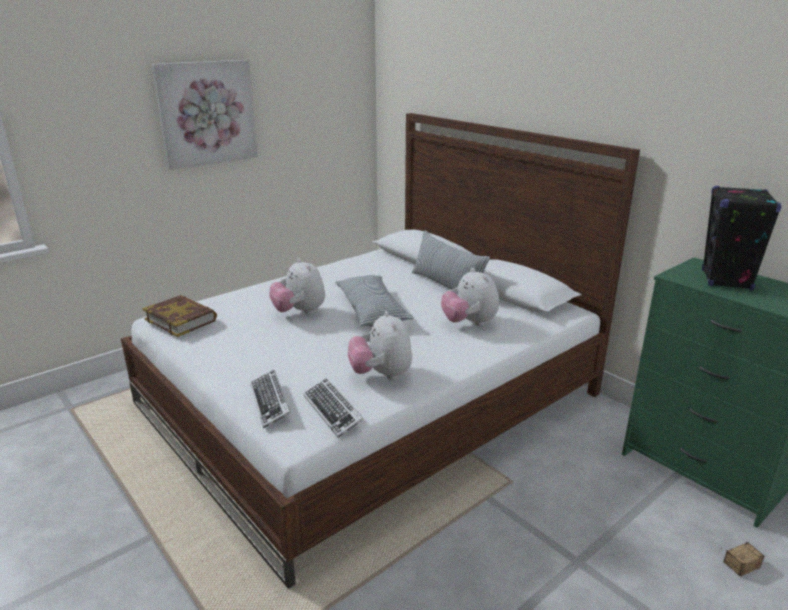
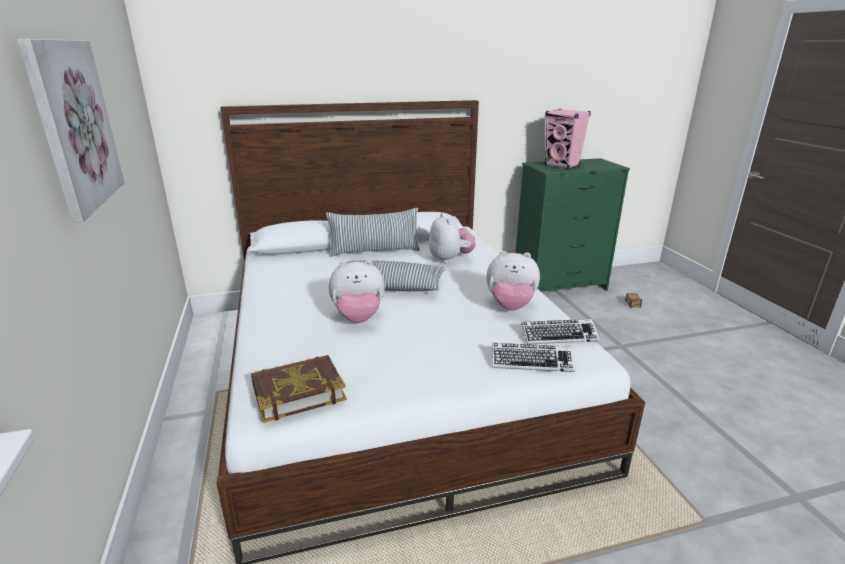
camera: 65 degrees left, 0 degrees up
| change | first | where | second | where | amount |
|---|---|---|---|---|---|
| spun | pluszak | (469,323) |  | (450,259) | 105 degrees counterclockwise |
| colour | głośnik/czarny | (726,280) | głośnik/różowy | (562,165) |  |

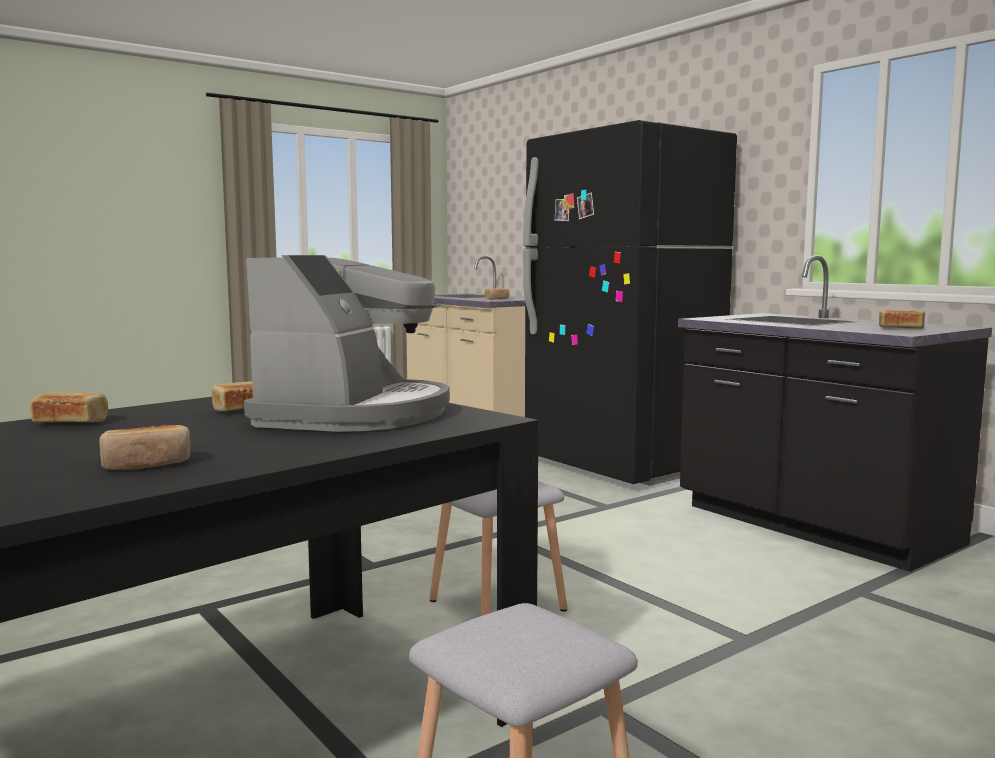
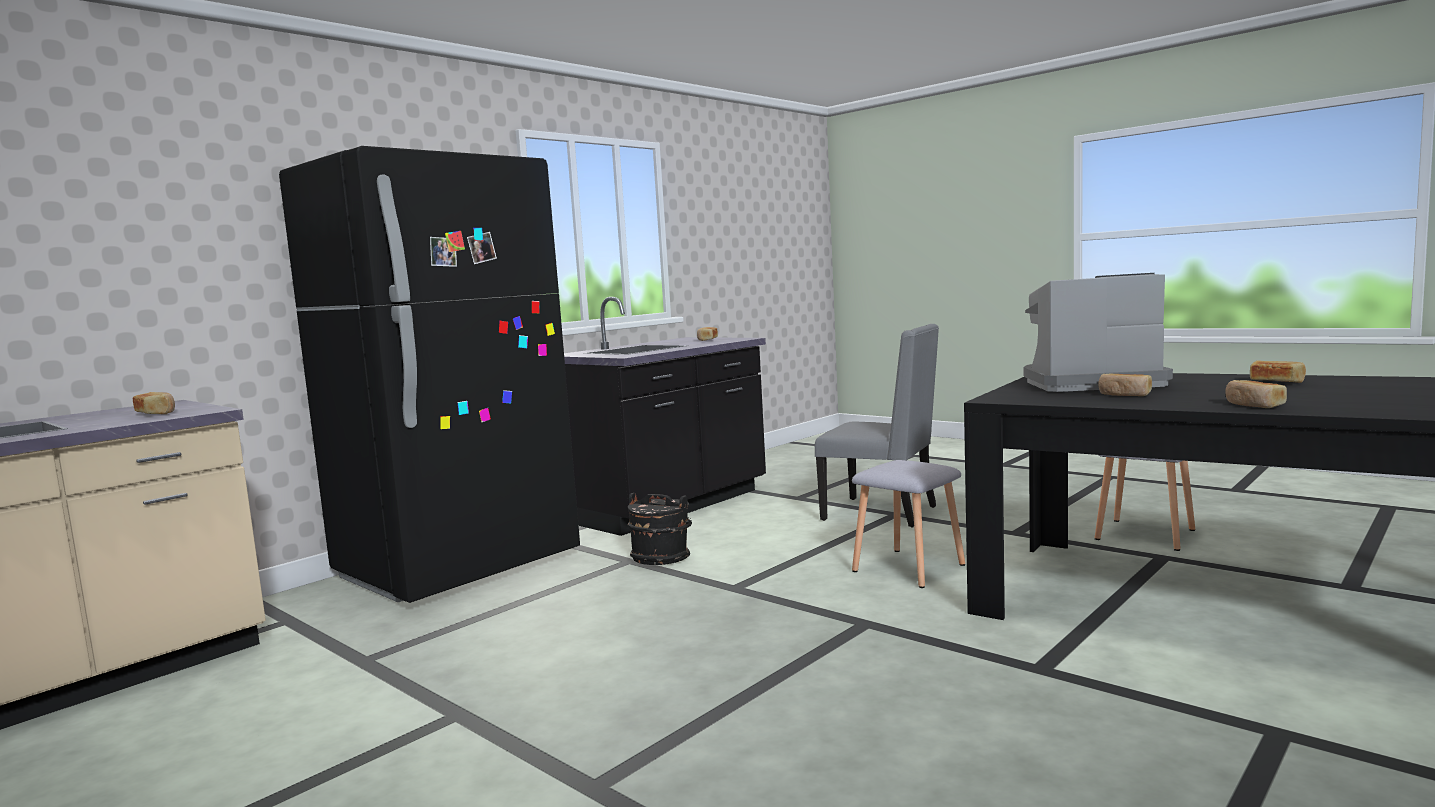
camera: 100 degrees left, 0 degrees up
| change | first | where | second | where | amount |
|---|---|---|---|---|---|
| appeared |  |  | wiadro/czarny | (661,558) |  |
| appeared |  |  | krzesło/szary | (882,513) |  |

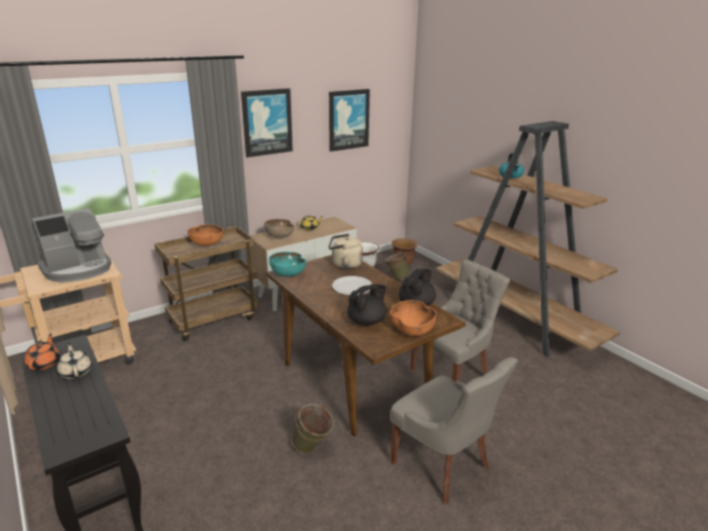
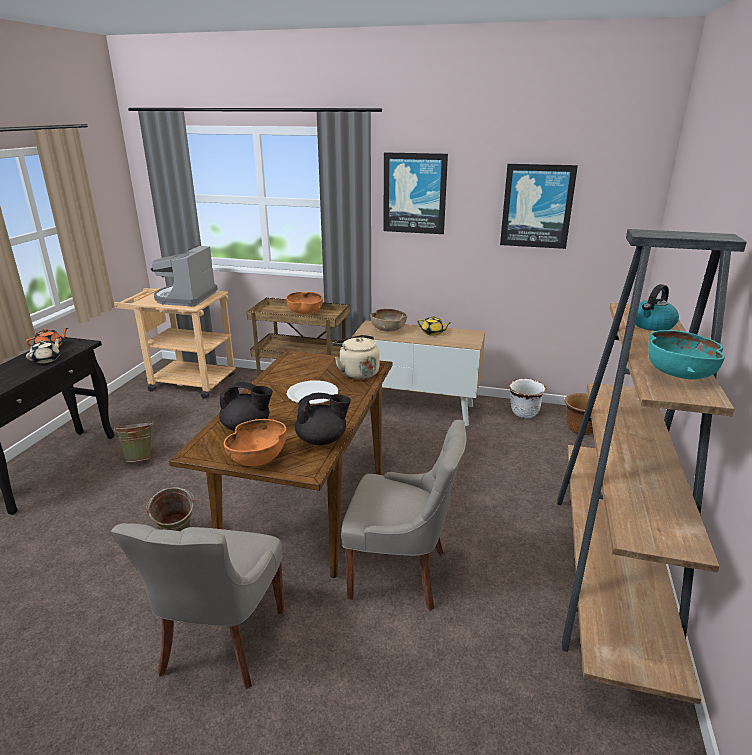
camera: 50 degrees right, 0 degrees up
| change | first | where | second | where | amount |
|---|---|---|---|---|---|
| relocated | wiadro/zielony | (396,278) |  | (140,458) |  |
| spun | ekspres do kawy | (78,269) |  | (185,298) | 90 degrees clockwise |
| relocated | miska/turkusowy | (287,274) |  | (678,374) |  |

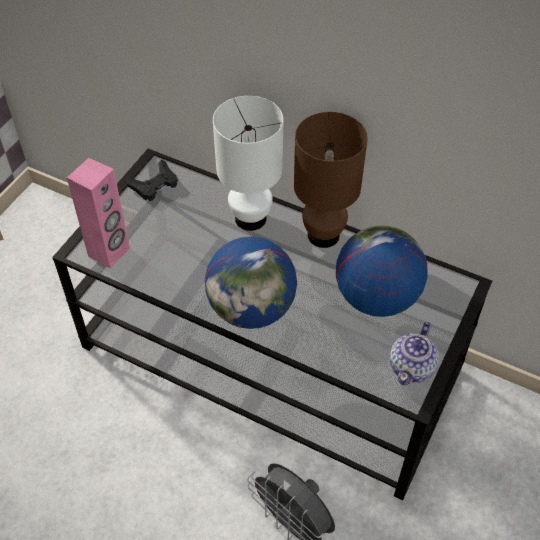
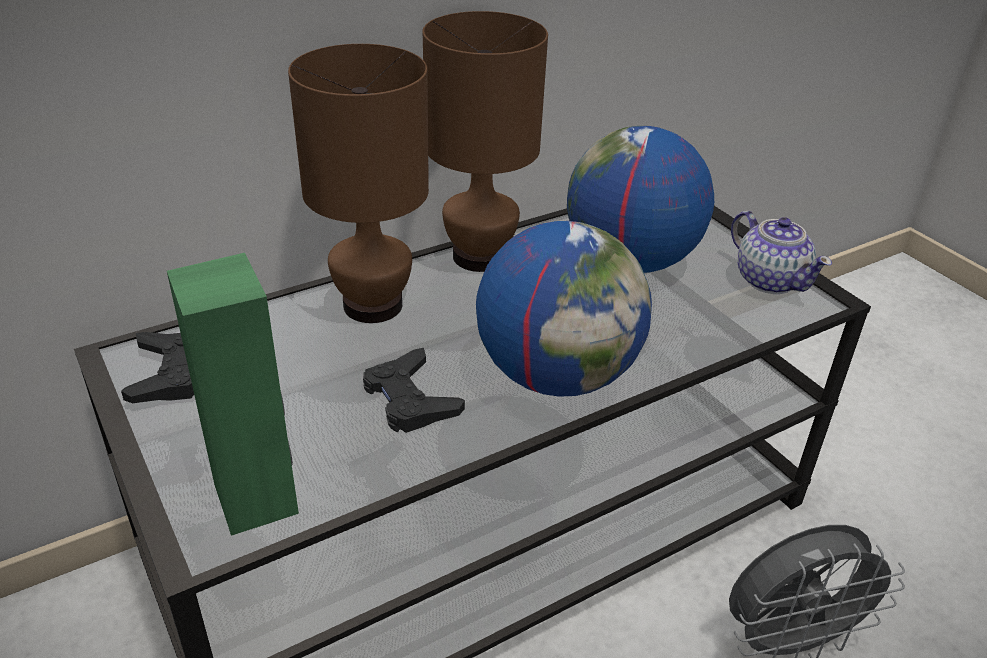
camera: 60 degrees left, 15 degrees down
| change | first | where | second | where | amount |
|---|---|---|---|---|---|
| colour | głośnik/różowy | (109,252) | głośnik/zielony | (257,498) |  |
| colour | lampa stołowa/biały | (251,218) | lampa stołowa/brązowy | (372,304) |  |
| appeared |  |  | pad do gier/czarny | (410,399) |  |

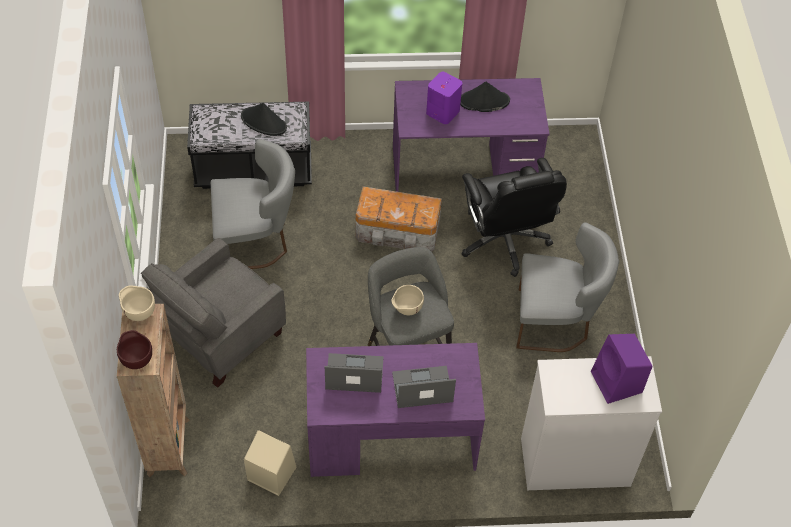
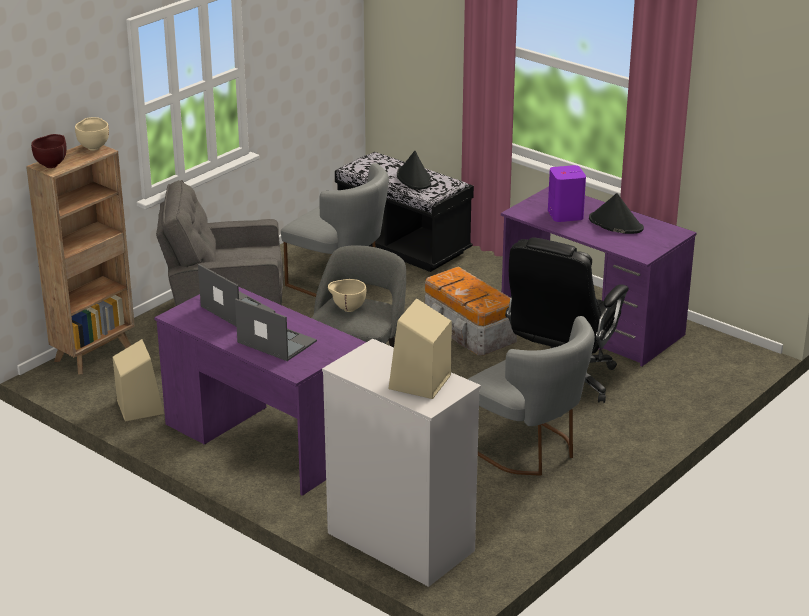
camera: 45 degrees right, 25 degrees down
| change | first | where | second | where | amount |
|---|---|---|---|---|---|
| colour | głośnik/fioletowy | (617,383) | głośnik/beżowy | (419,383) |  |

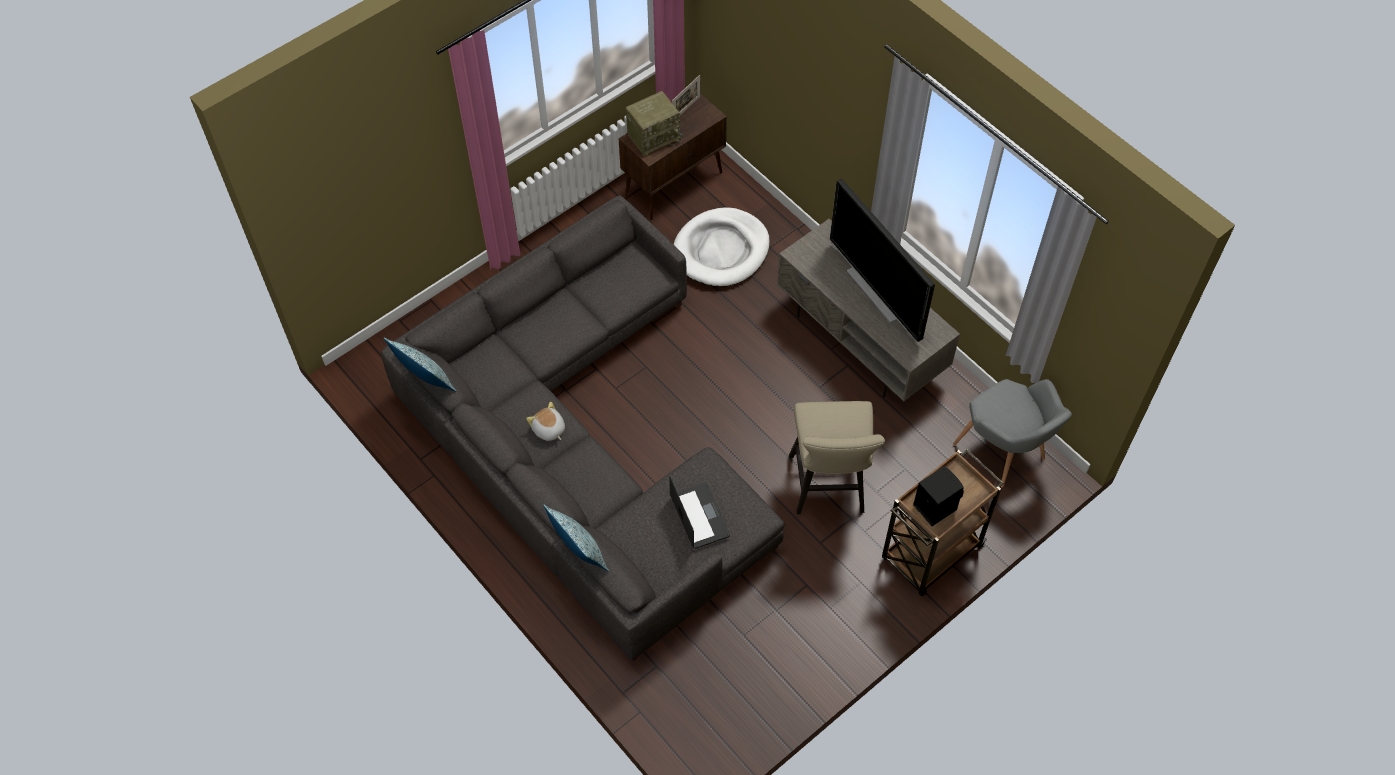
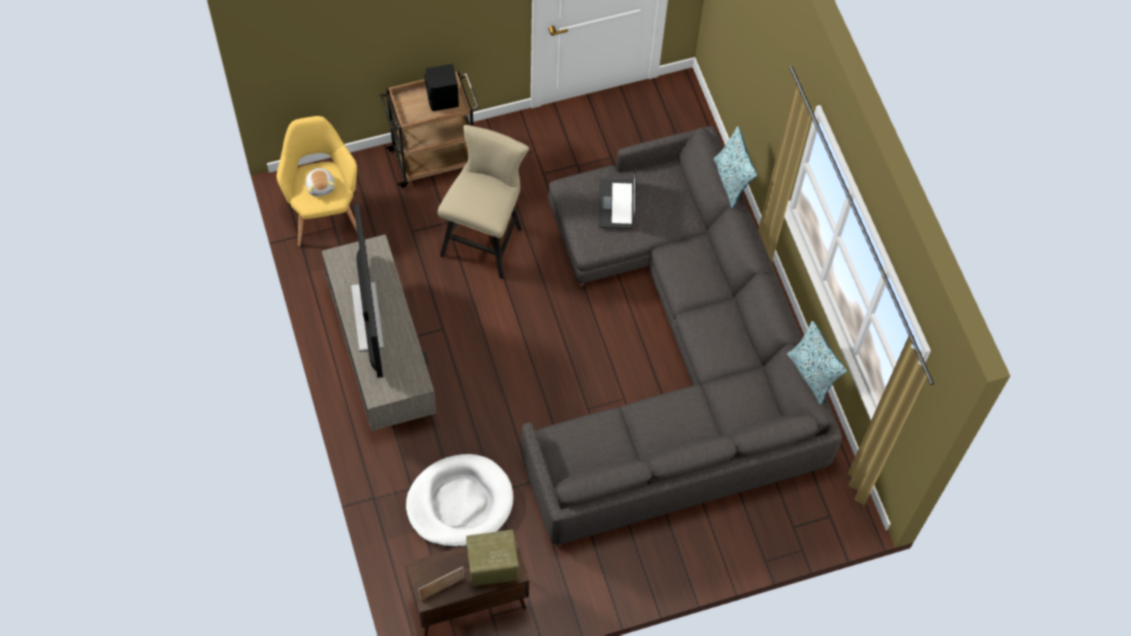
camera: 160 degrees left, 5 degrees up
| change | first | where | second | where | amount |
|---|---|---|---|---|---|
| colour | fotel/szary | (1004,454) | fotel/żółty | (324,210) |  |
| relocated | pluszak | (548,429) |  | (321,186) |  |

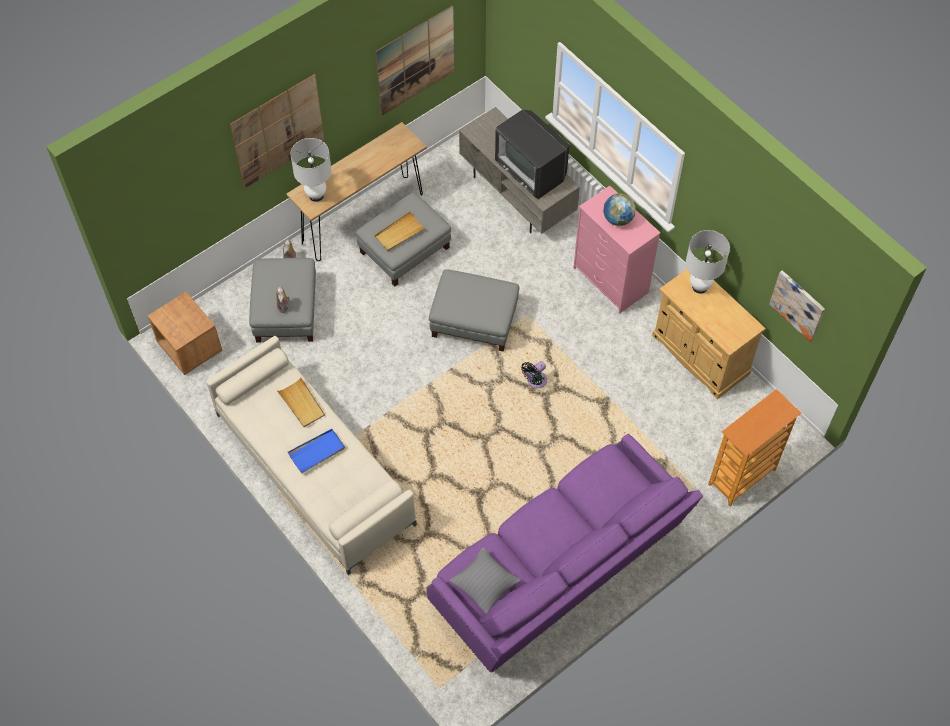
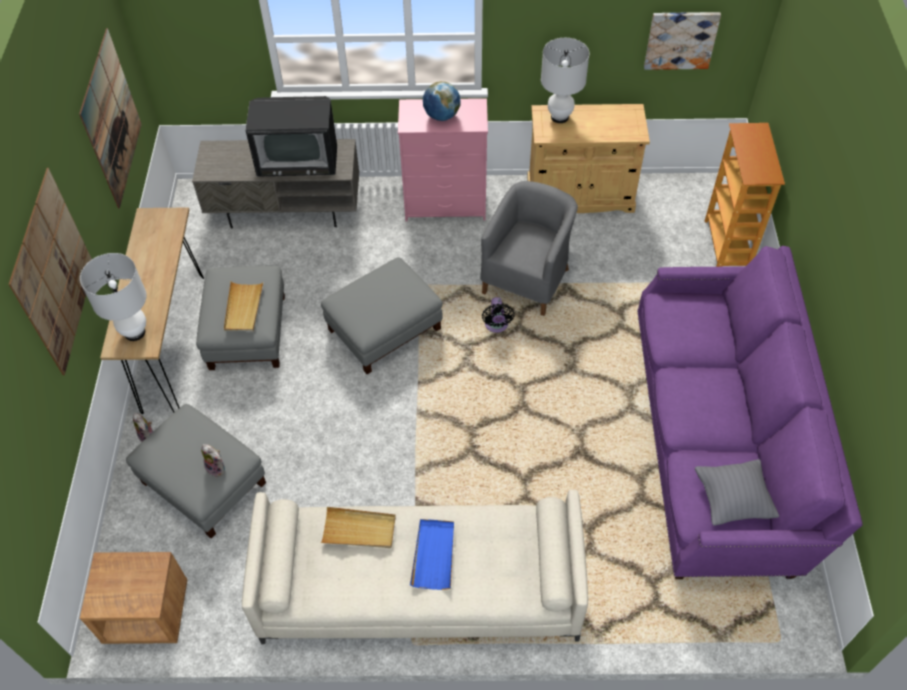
camera: 50 degrees left, 5 degrees down
| change | first | where | second | where | amount |
|---|---|---|---|---|---|
| appeared |  |  | fotel/szary | (528,278) |  |

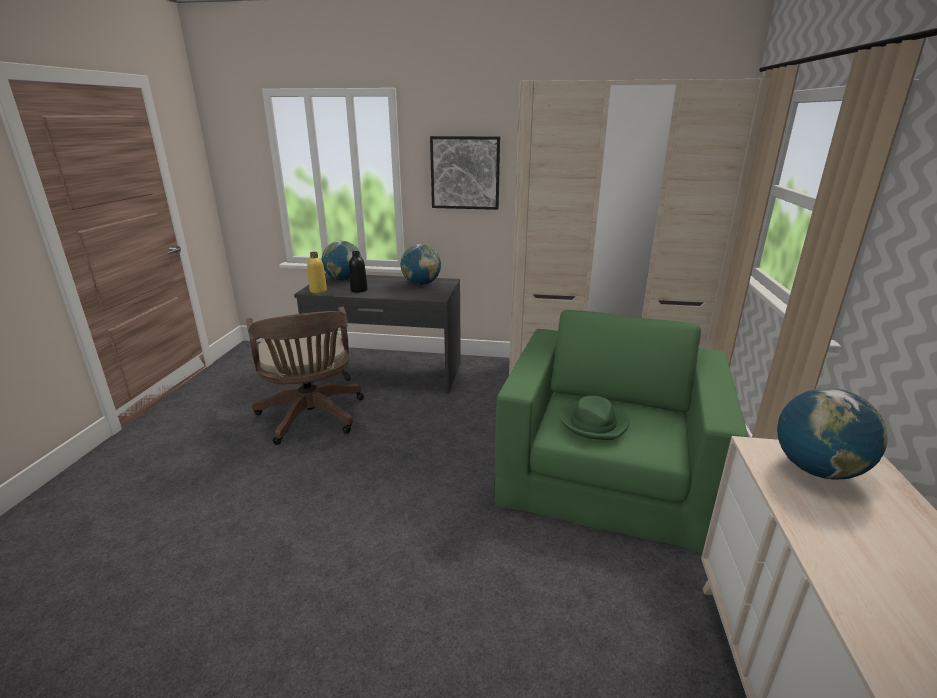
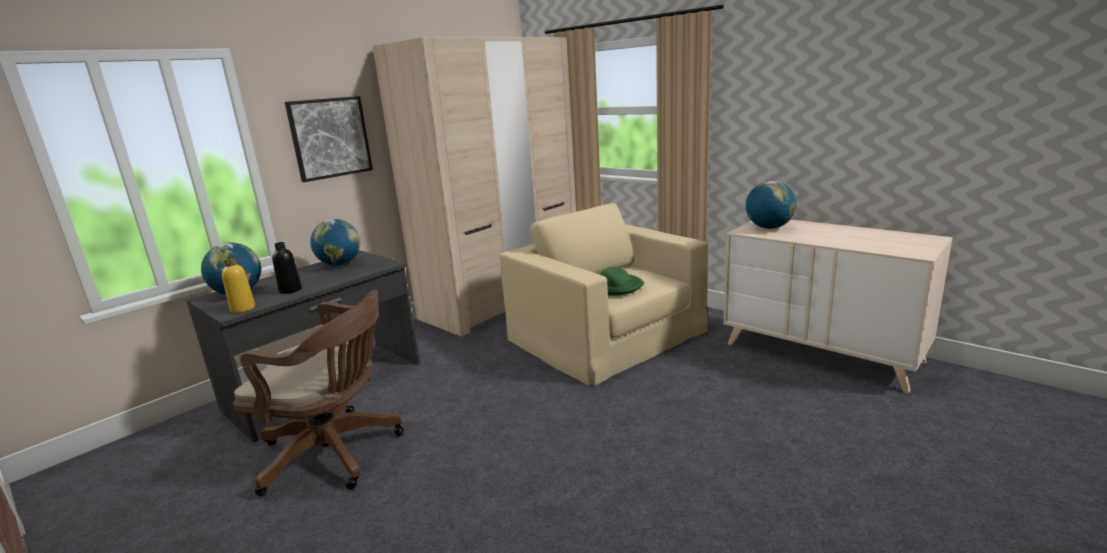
camera: 55 degrees left, 5 degrees down
| change | first | where | second | where | amount |
|---|---|---|---|---|---|
| colour | fotel/zielony | (607,472) | fotel/beżowy | (606,334) |  |

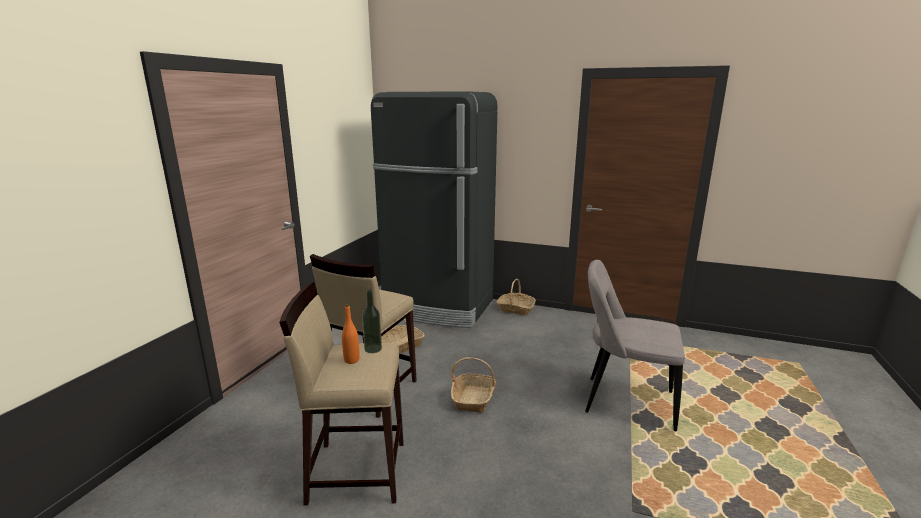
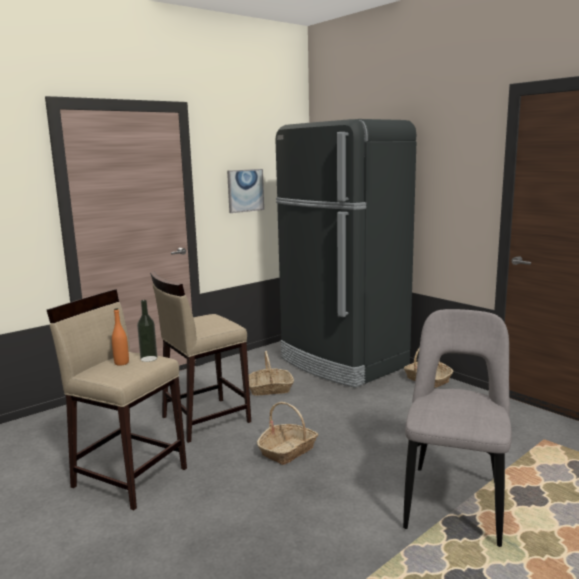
camera: 30 degrees right, 5 degrees down
| change | first | where | second | where | amount |
|---|---|---|---|---|---|
| appeared |  |  | obraz | (245,190) |  |
| spun | krzesło/szary | (624,401) |  | (455,500) | 60 degrees clockwise |

